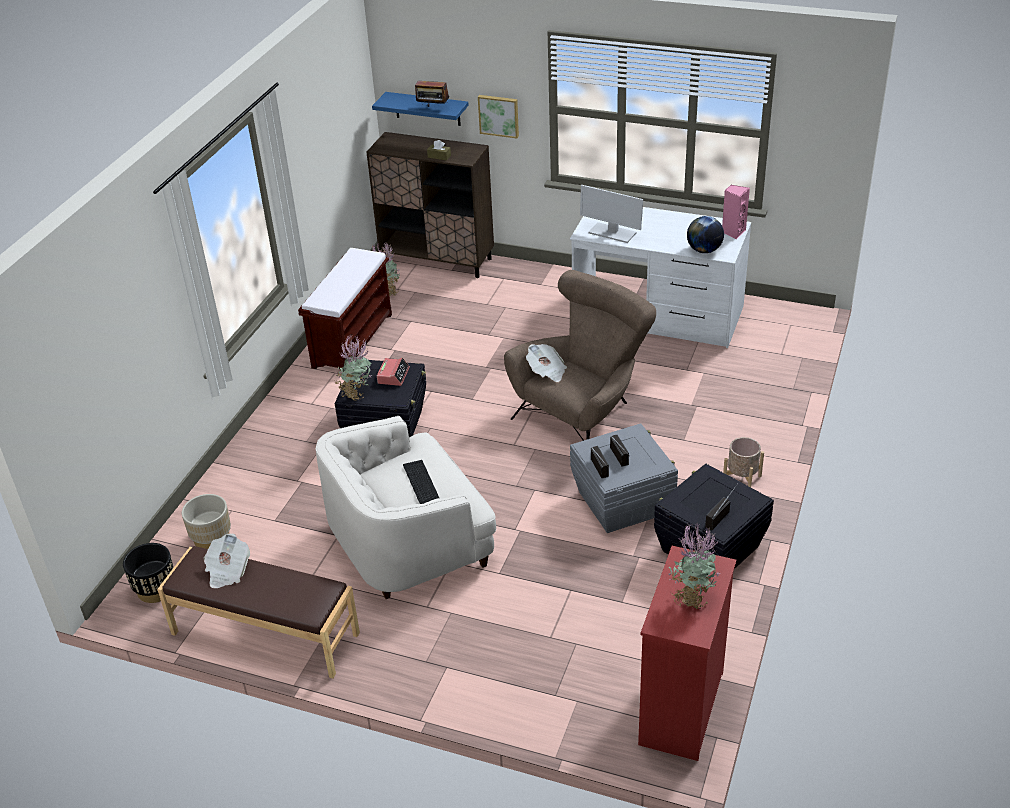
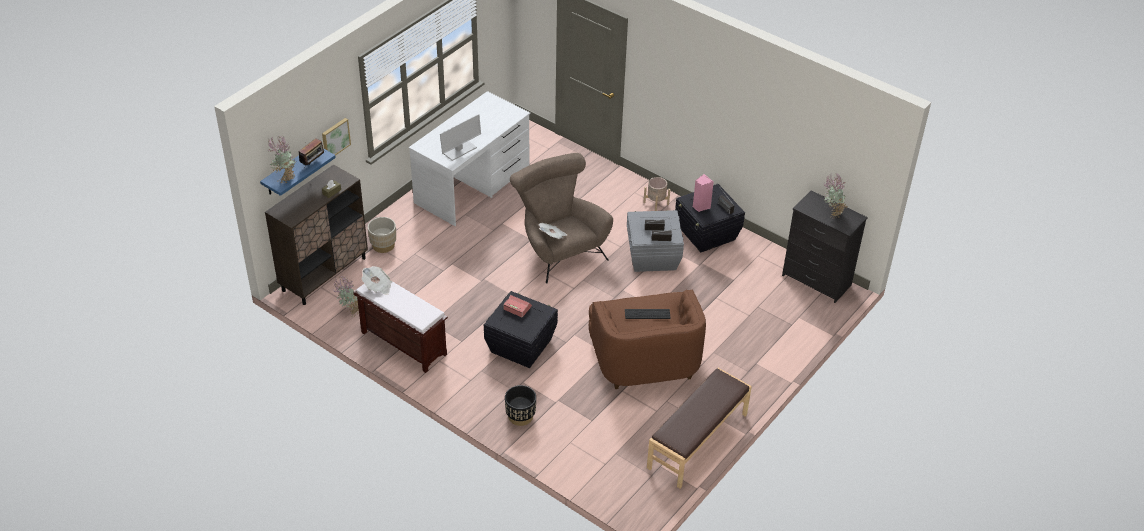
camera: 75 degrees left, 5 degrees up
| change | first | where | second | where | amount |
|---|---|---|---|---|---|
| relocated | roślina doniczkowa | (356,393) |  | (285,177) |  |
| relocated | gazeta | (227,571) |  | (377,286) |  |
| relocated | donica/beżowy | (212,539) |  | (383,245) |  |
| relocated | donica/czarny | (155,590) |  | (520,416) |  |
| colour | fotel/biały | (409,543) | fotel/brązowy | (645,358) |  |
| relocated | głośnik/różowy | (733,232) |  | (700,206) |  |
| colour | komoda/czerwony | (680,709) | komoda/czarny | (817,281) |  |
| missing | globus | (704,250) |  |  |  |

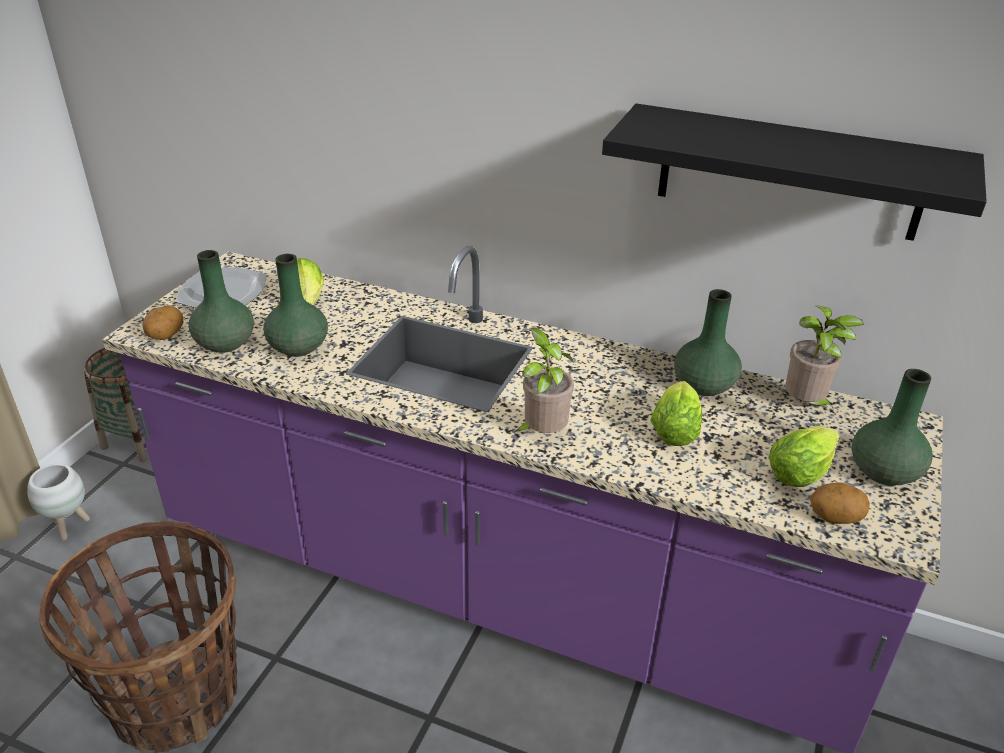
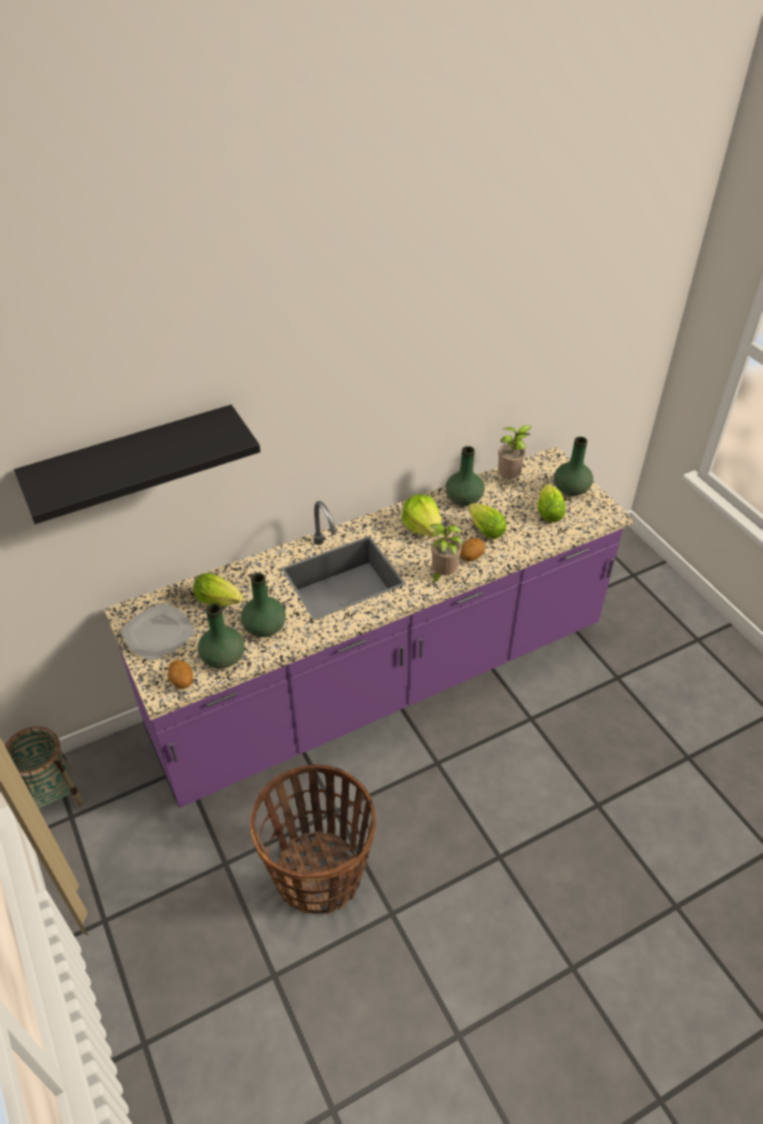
camera: 50 degrees left, 10 degrees up
| change | first | where | second | where | amount |
|---|---|---|---|---|---|
| relocated | półka/czarny | (789,172) |  | (133,460) |  |
| appeared |  |  | sałata | (422,526) |  |
| relocated | ziemniak | (835,517) |  | (471,557) |  |
| missing | donica/biały | (69,526) |  |  |  |

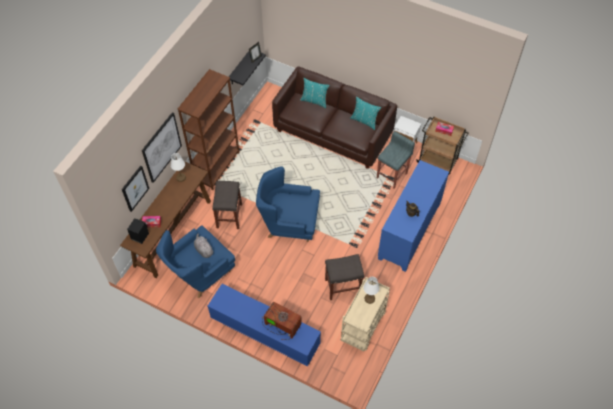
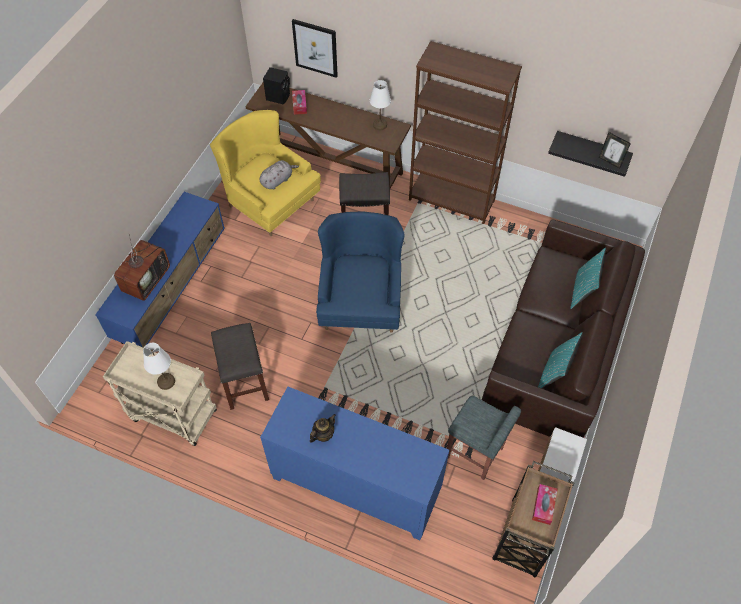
camera: 85 degrees right, 0 degrees up
| change | first | where | second | where | amount |
|---|---|---|---|---|---|
| colour | fotel/niebieski | (199,271) | fotel/żółty | (269,201) |  |
| missing | obraz | (161,147) |  |  |  |

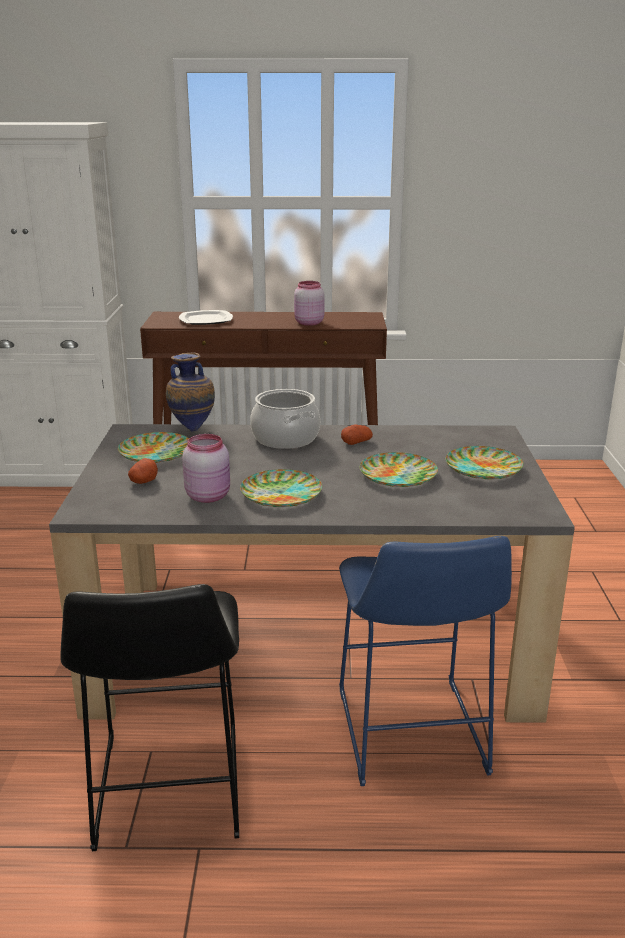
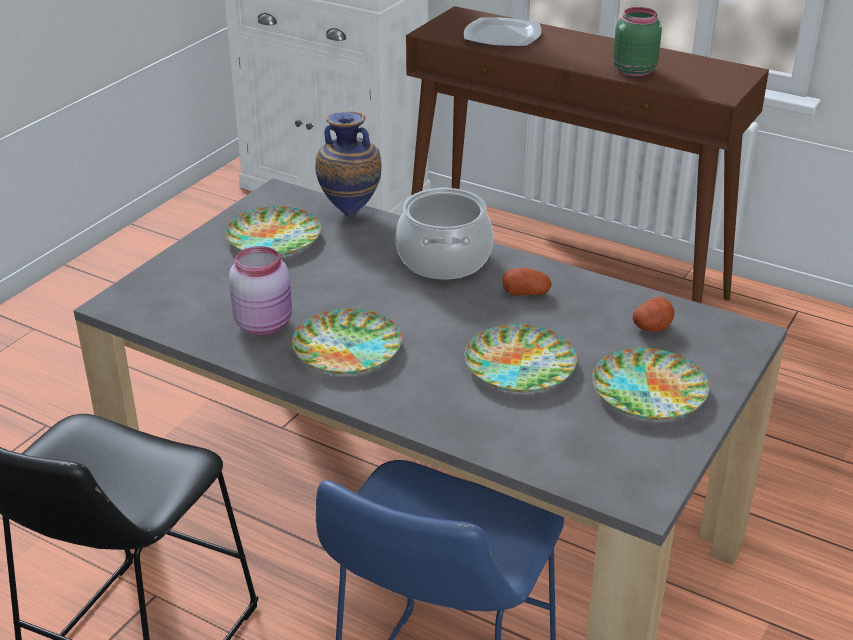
camera: 30 degrees right, 10 degrees up
| change | first | where | second | where | amount |
|---|---|---|---|---|---|
| colour | słoik/różowy | (308,323) | słoik/zielony | (633,70) |  |
| relocated | ziemniak | (144,481) |  | (652,327) |  |

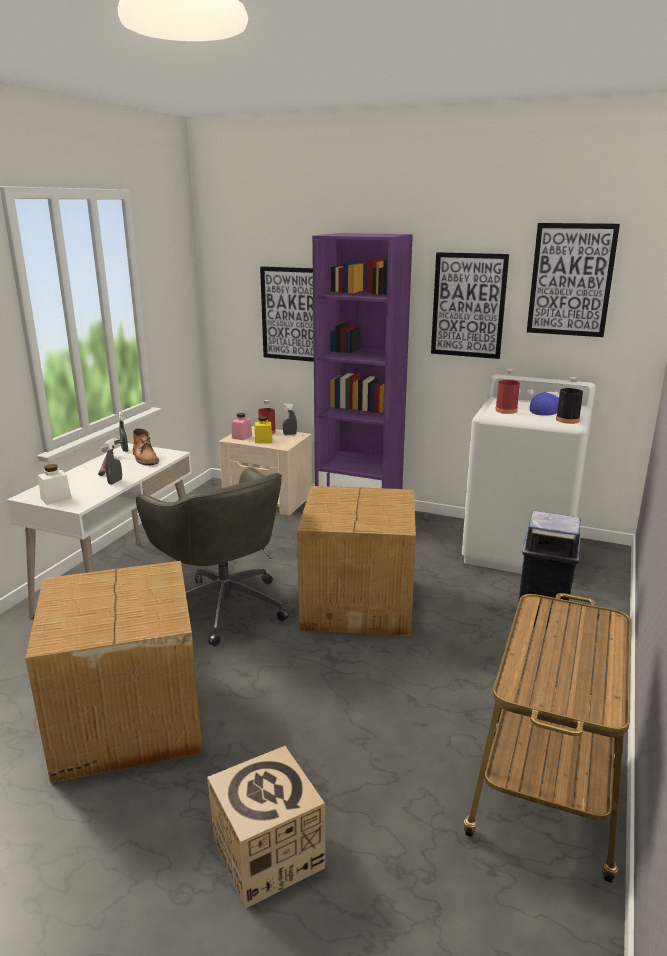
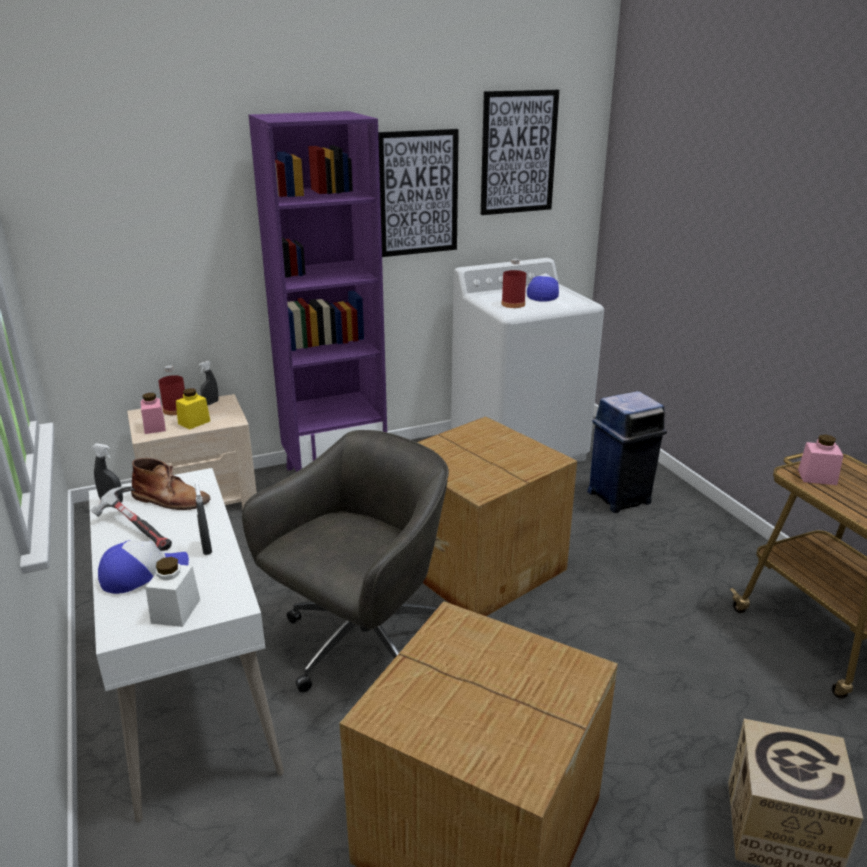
camera: 45 degrees left, 5 degrees up
| change | first | where | second | where | amount |
|---|---|---|---|---|---|
| appeared |  |  | czapka z daszkiem | (143,573) |  |
| spun | krzesło biurowe/szary | (223,605) |  | (361,644) | 60 degrees counterclockwise |
| appeared |  |  | słoik/różowy | (817,477) |  |
| missing | obraz | (291,314) |  |  |  |
| missing | butelka/czarny | (567,420) |  |  |  |

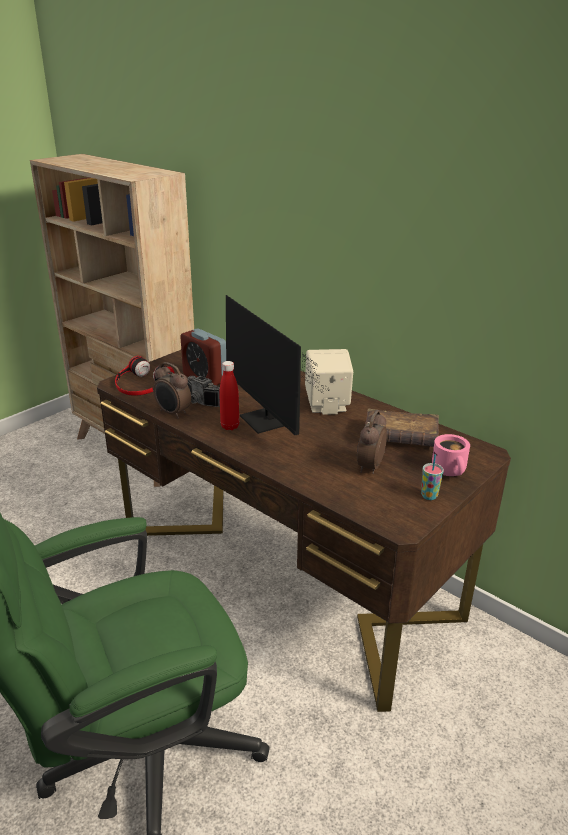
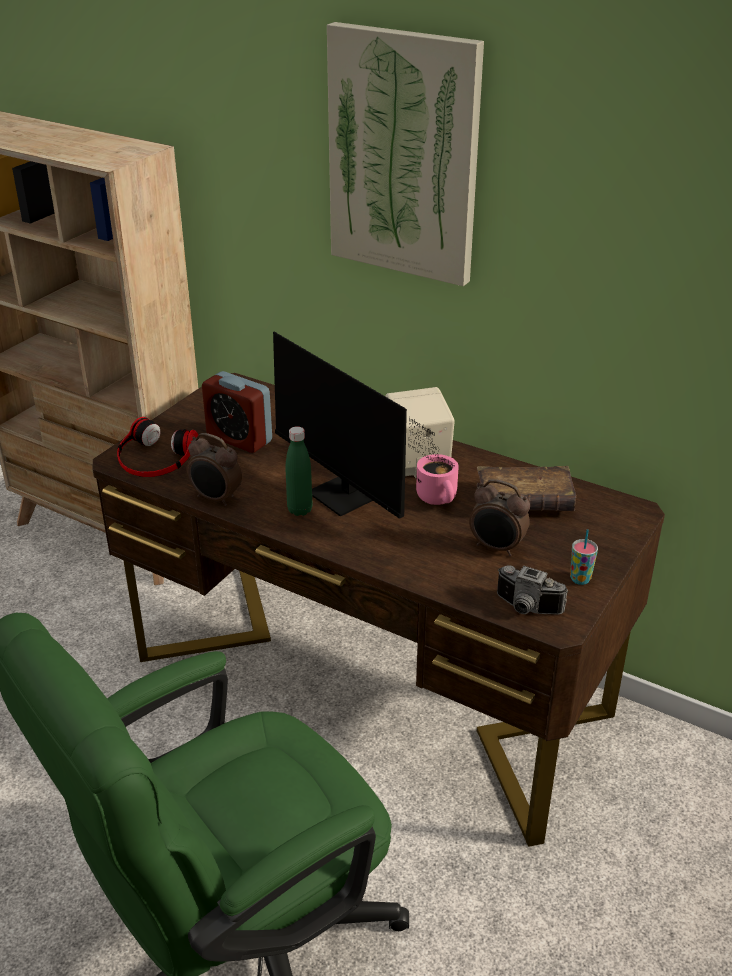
camera: 10 degrees left, 5 degrees up
| change | first | where | second | where | amount |
|---|---|---|---|---|---|
| colour | butelka/czerwony | (230,426) | butelka/zielony | (300,510) |  |
| appeared |  |  | obraz | (404,155) |  |
| relocated | kubek/różowy | (451,471) |  | (439,498) |  |
| spun | budzik | (369,467) |  | (496,548) | 75 degrees counterclockwise |
| relocated | aparat fotograficzny | (199,403) |  | (526,609) |  |

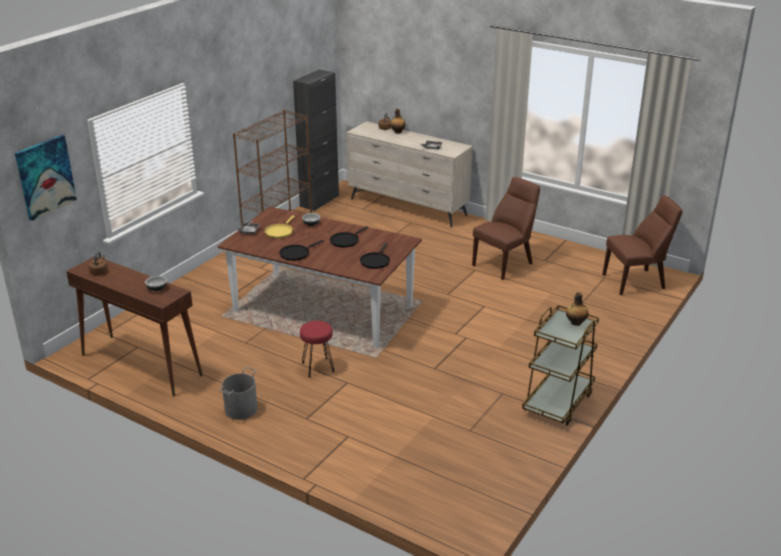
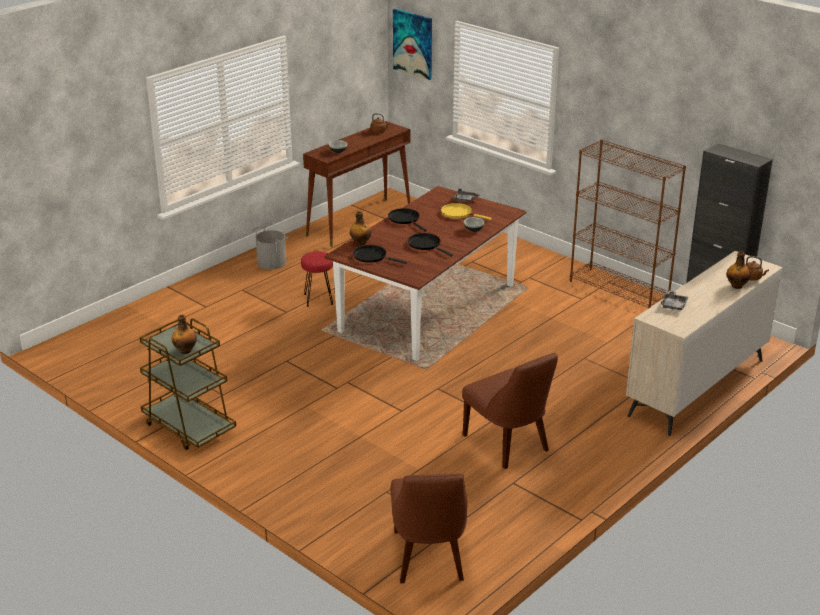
camera: 100 degrees right, 0 degrees up
| change | first | where | second | where | amount |
|---|---|---|---|---|---|
| appeared |  |  | butelka | (360,242) |  |

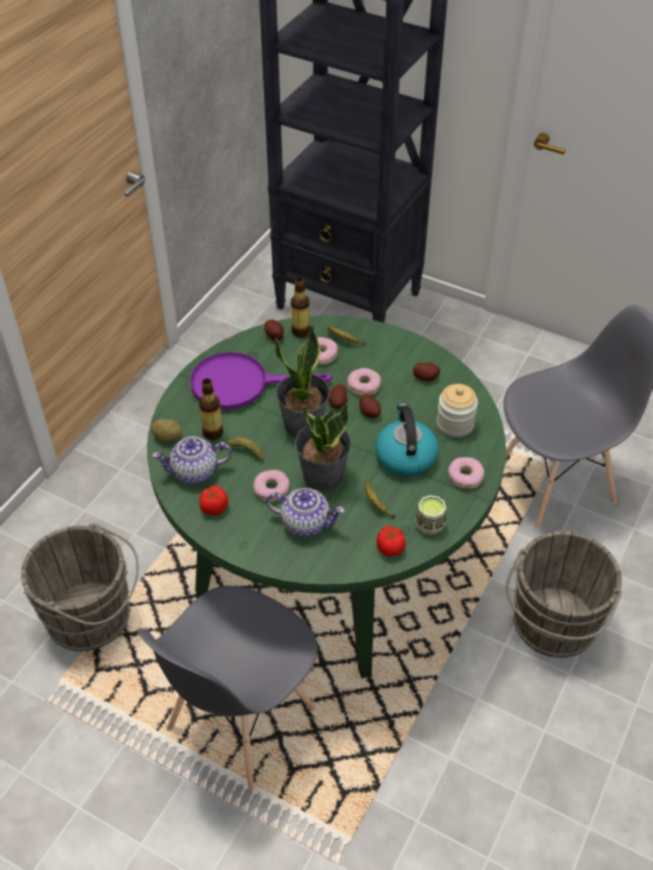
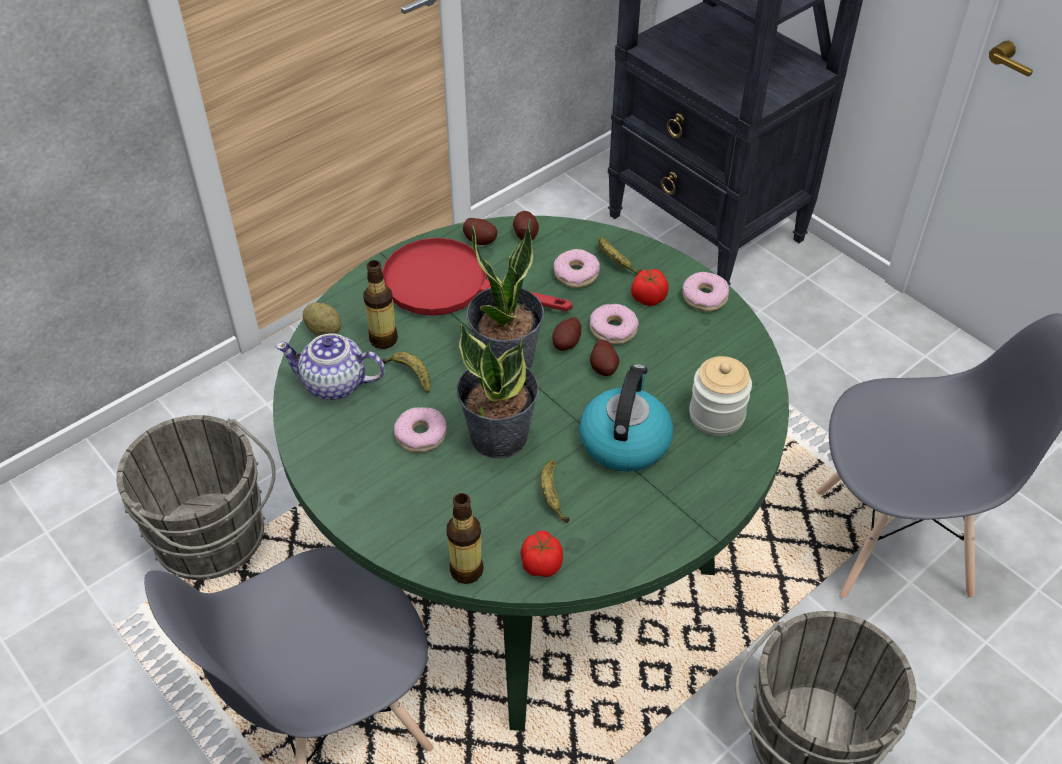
camera: 20 degrees right, 0 degrees up
| change | first | where | second | where | amount |
|---|---|---|---|---|---|
| colour | patelnia/fioletowy | (241,384) | patelnia/czerwony | (451,286) |  |
| relocated | butelka | (300,331) |  | (466,570) |  |
| relocated | ziemniak | (426,377) |  | (480,240) |  |
| relocated | pomidor | (213,508) |  | (648,298) |  |
| relocated | donut | (465,476) |  | (705,297) |  |
| missing | imbryk | (305,523) |  |  |  |
| missing | filiżanka | (429,525) |  |  |  |

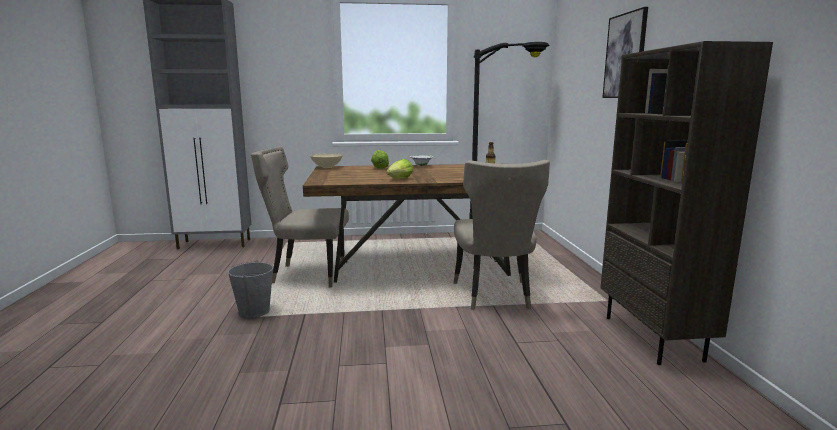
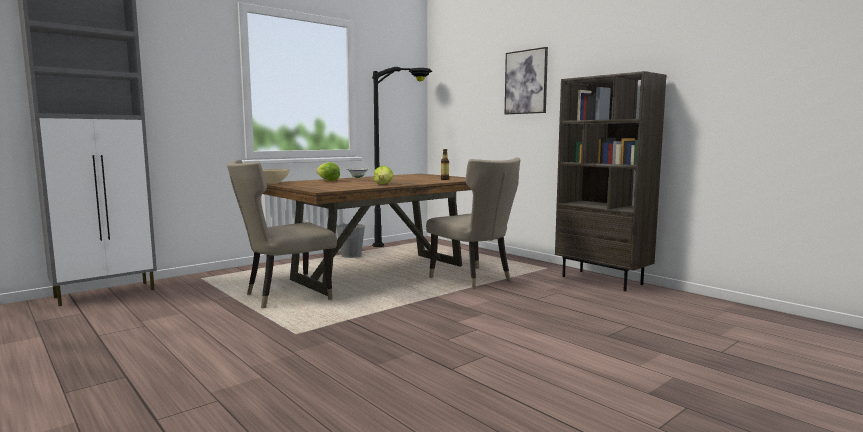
camera: 35 degrees left, 5 degrees down
| change | first | where | second | where | amount |
|---|---|---|---|---|---|
| relocated | wiadro/szary | (254,312) |  | (351,256) |  |

